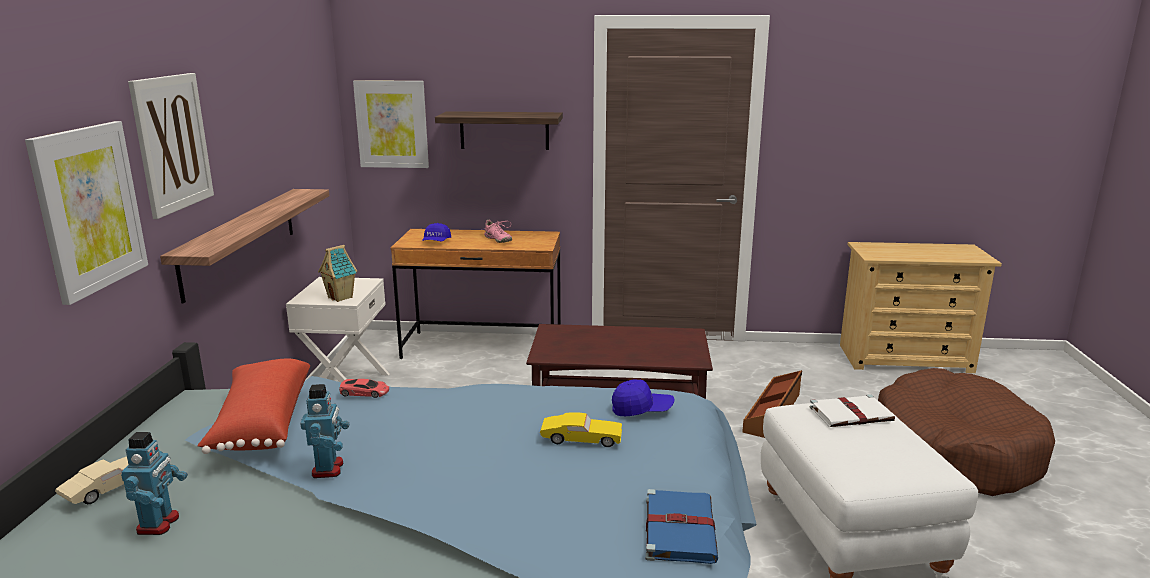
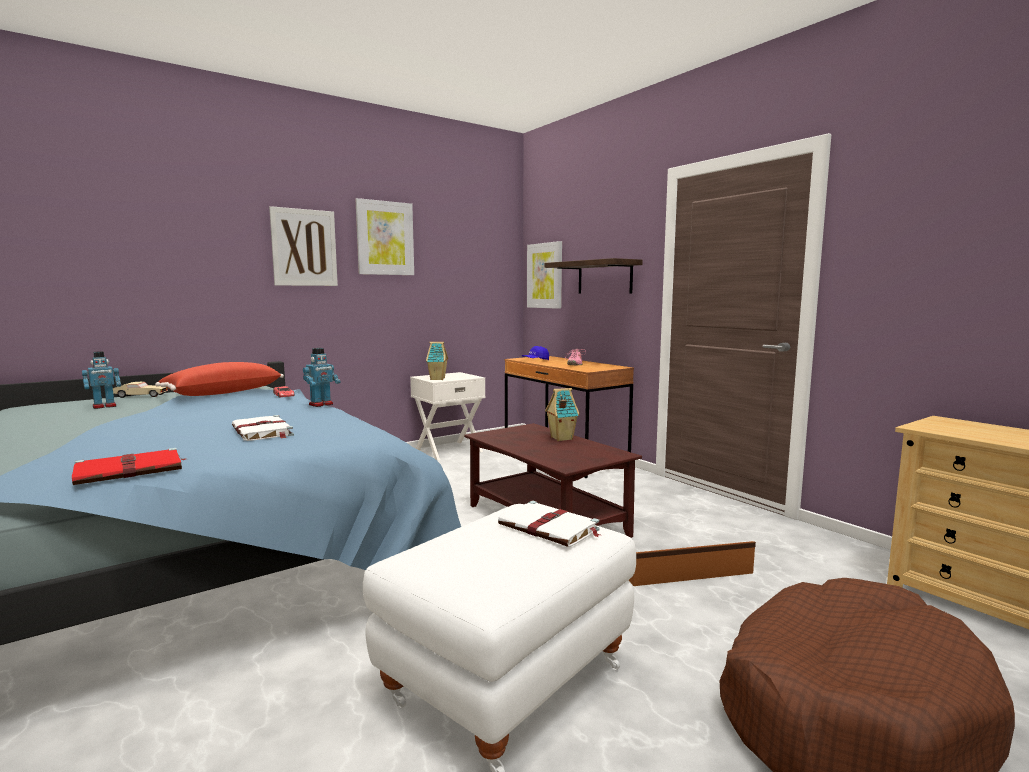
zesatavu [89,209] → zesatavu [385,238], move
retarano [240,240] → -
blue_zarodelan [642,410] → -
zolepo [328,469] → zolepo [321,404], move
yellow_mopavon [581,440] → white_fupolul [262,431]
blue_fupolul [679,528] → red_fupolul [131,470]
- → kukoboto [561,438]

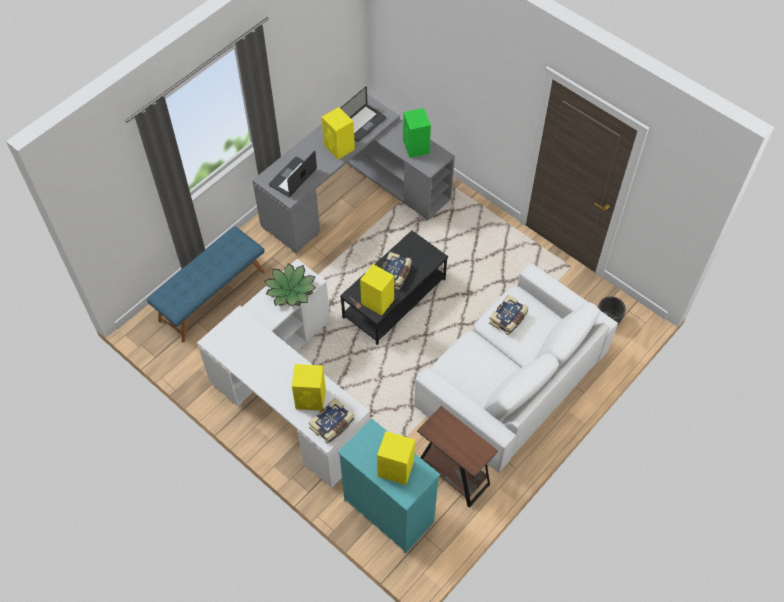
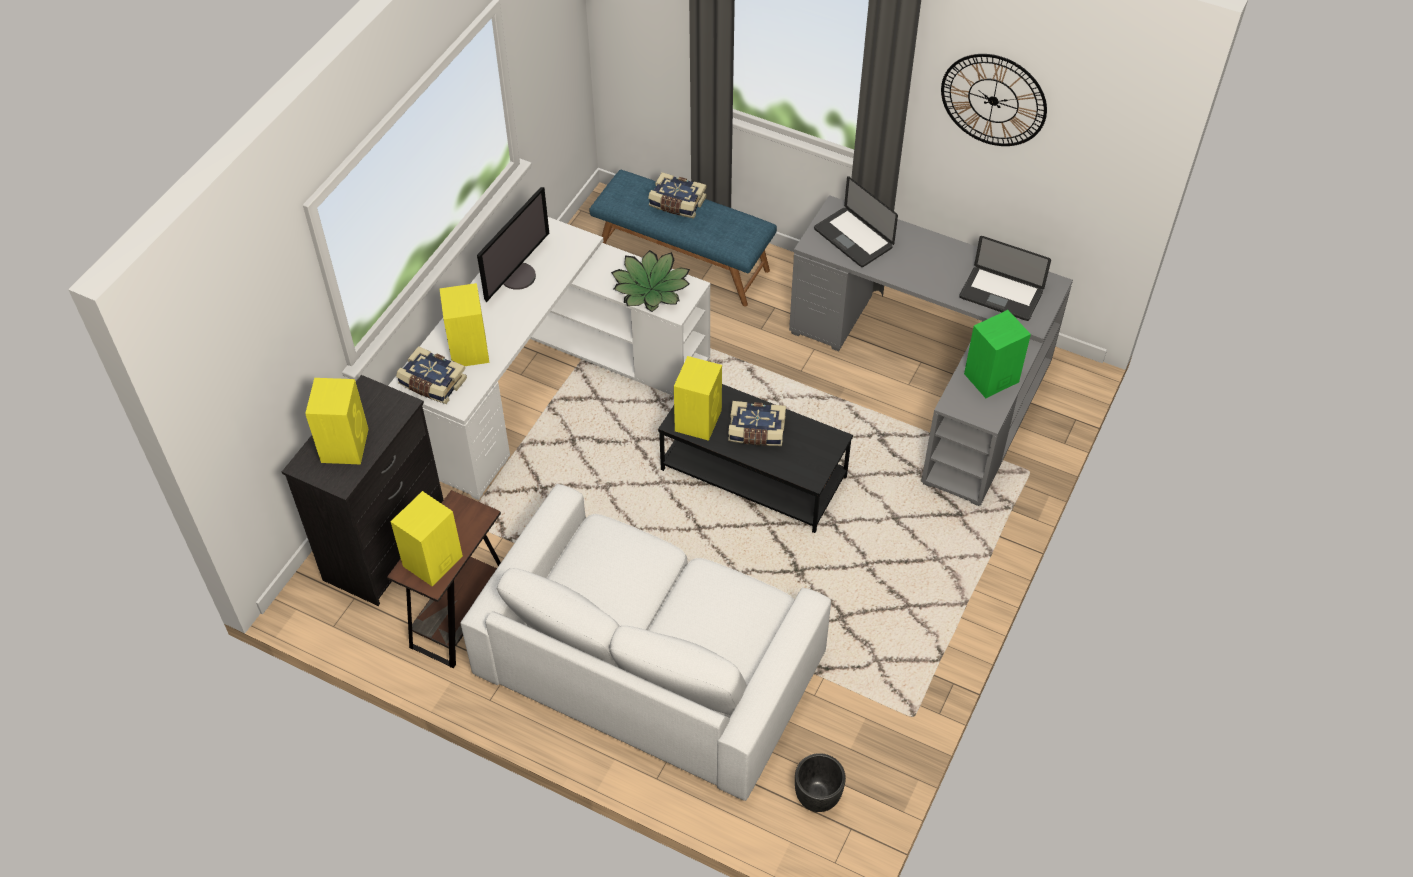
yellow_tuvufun [339,148] → yellow_tuvufun [431,562], move
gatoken [293,177] → gatoken [853,238], 150 degrees counterclockwise
fupolul [508,319] → fupolul [677,203], move
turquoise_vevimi [388,510] → black_vevimi [387,545]
- → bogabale [993,100]
- → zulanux [517,275]

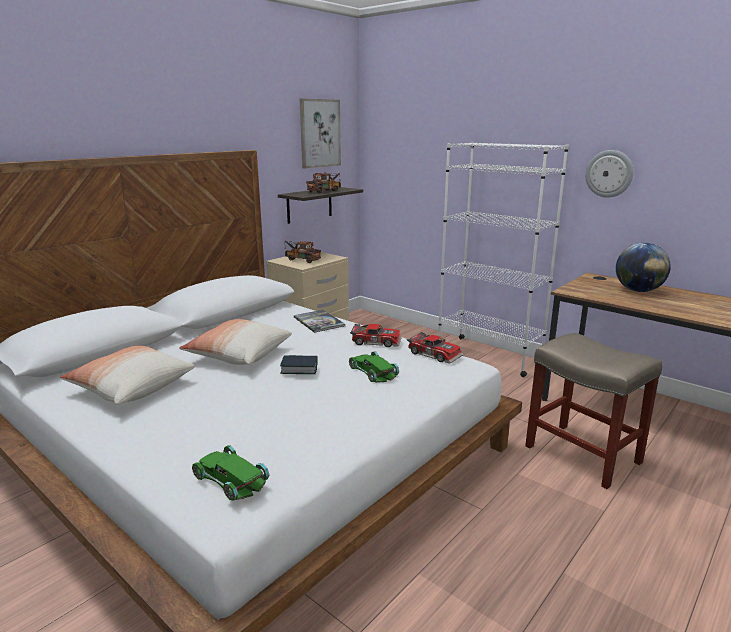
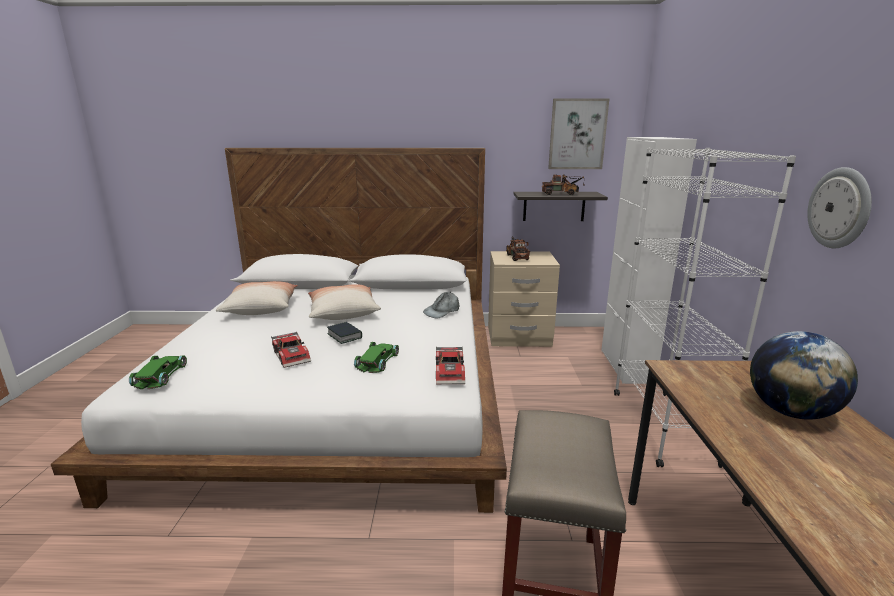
fupolul [319,322] → grey_zarodelan [442,311]
mopavon [376,341] → mopavon [293,355], move
- → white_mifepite [626,366]

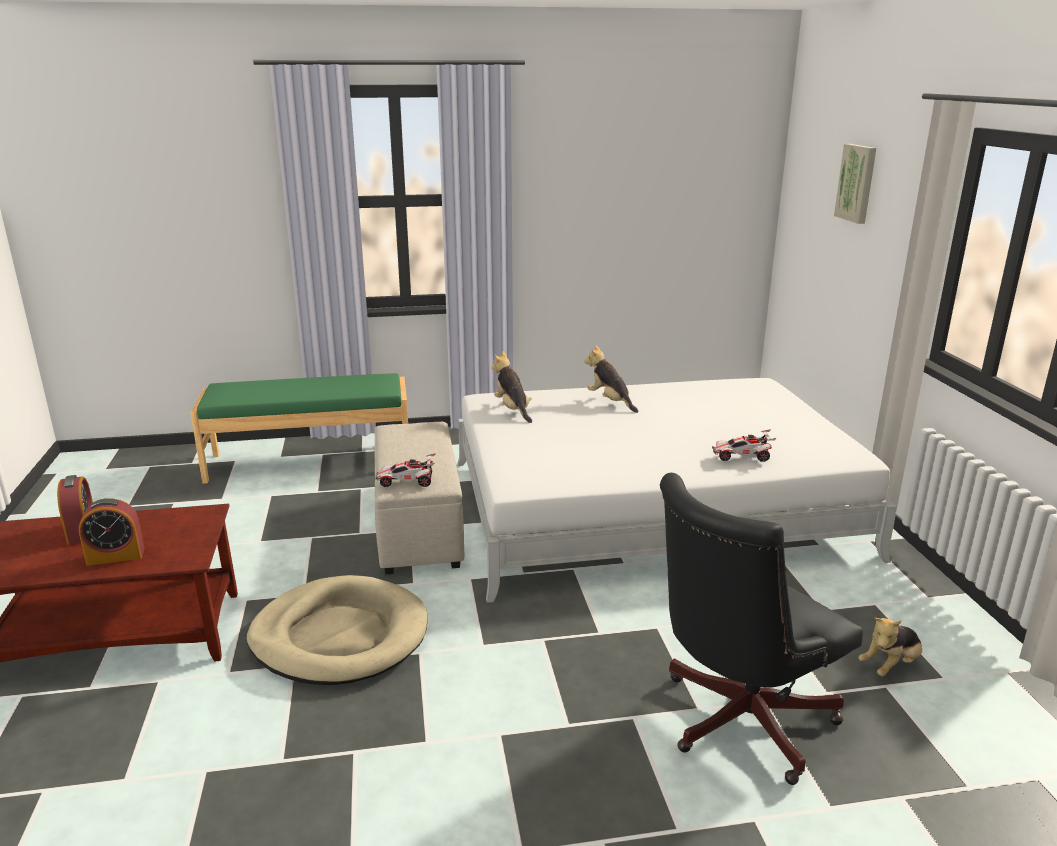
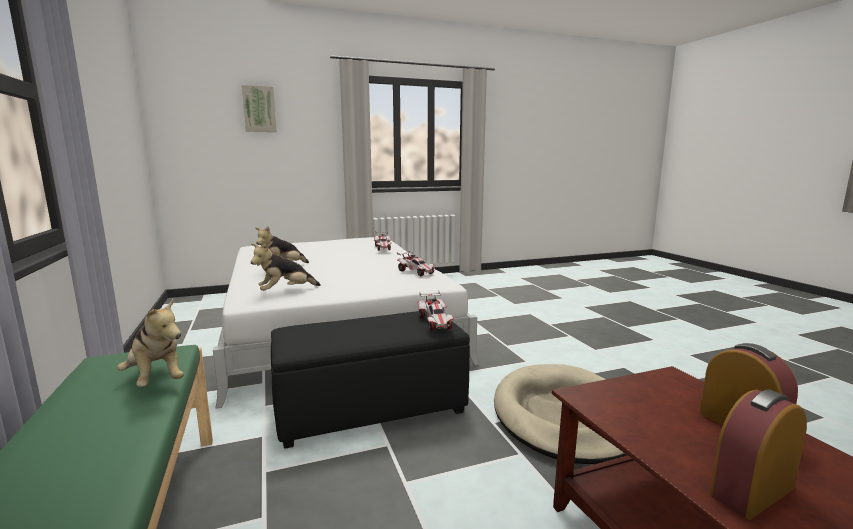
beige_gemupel [418,528] → black_gemupel [372,409]
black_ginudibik [737,722] → -
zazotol [890,665] → zazotol [156,379], move
- → mopavon [416,272]

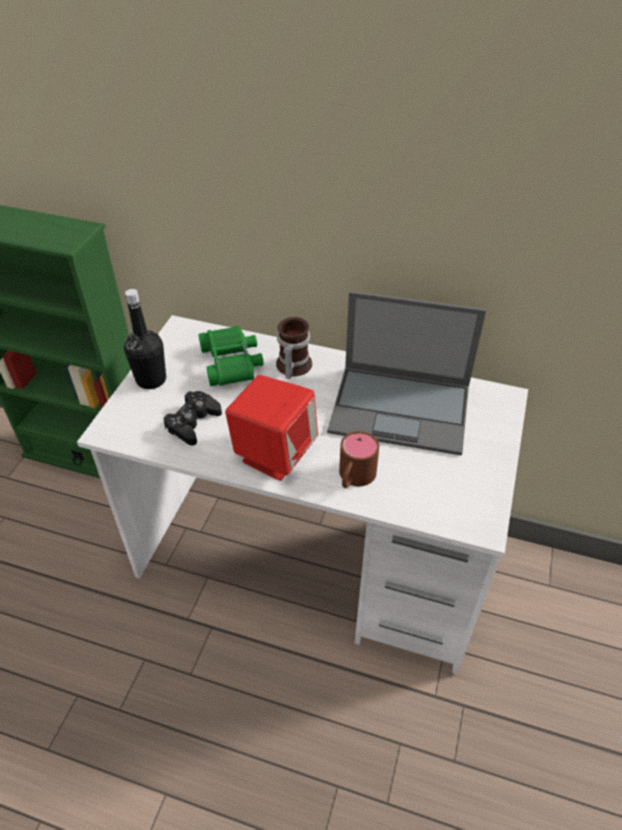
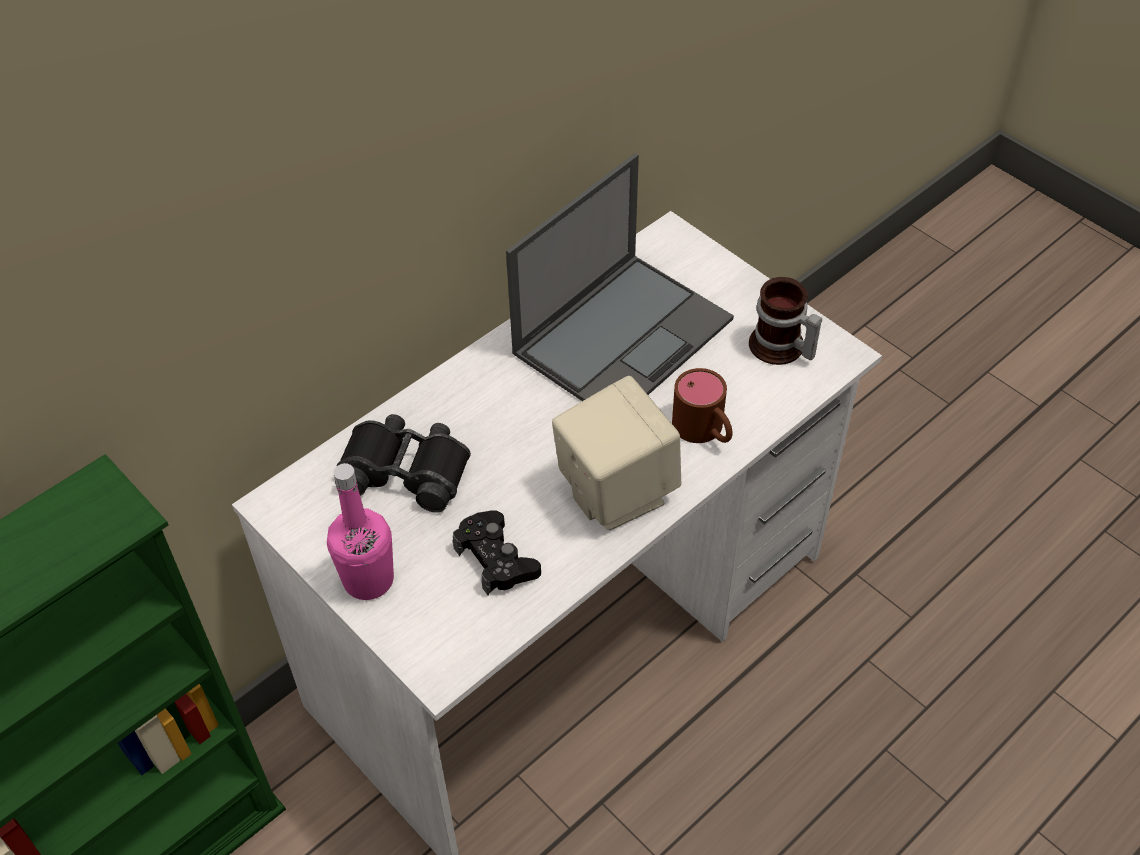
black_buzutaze [151,380] → pink_buzutaze [368,580]
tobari [291,366] → tobari [779,349], move
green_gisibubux [232,363] → black_gisibubux [406,470]
red_tuvufun [274,454] → beige_tuvufun [615,492]

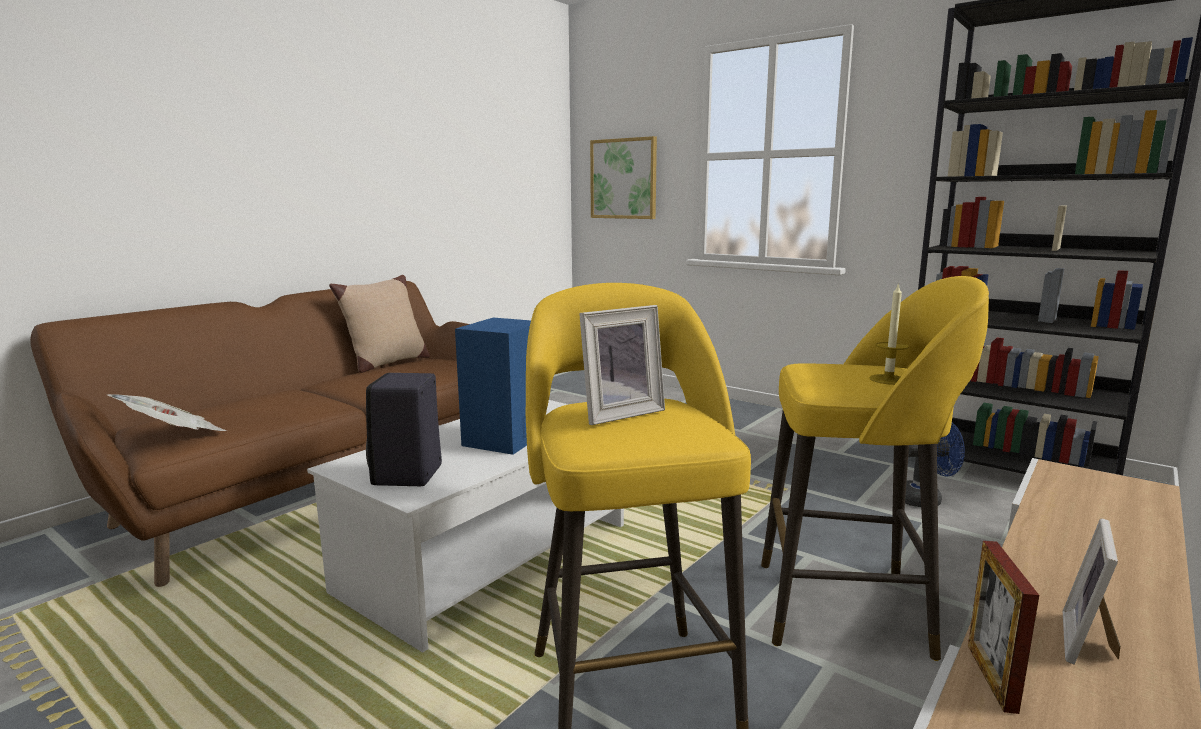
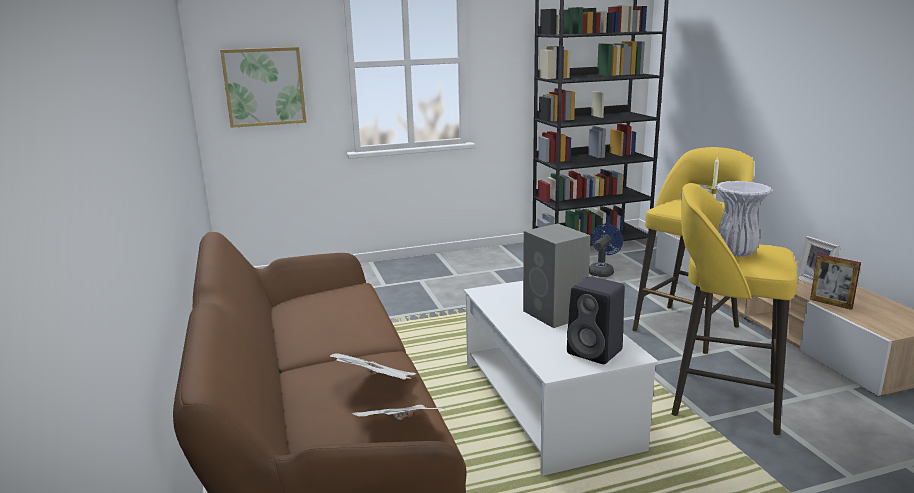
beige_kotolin [386,363] → -
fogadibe [618,413] → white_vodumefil [734,252]
blue_tuvufun [503,440] → grey_tuvufun [555,314]
- → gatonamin [377,386]

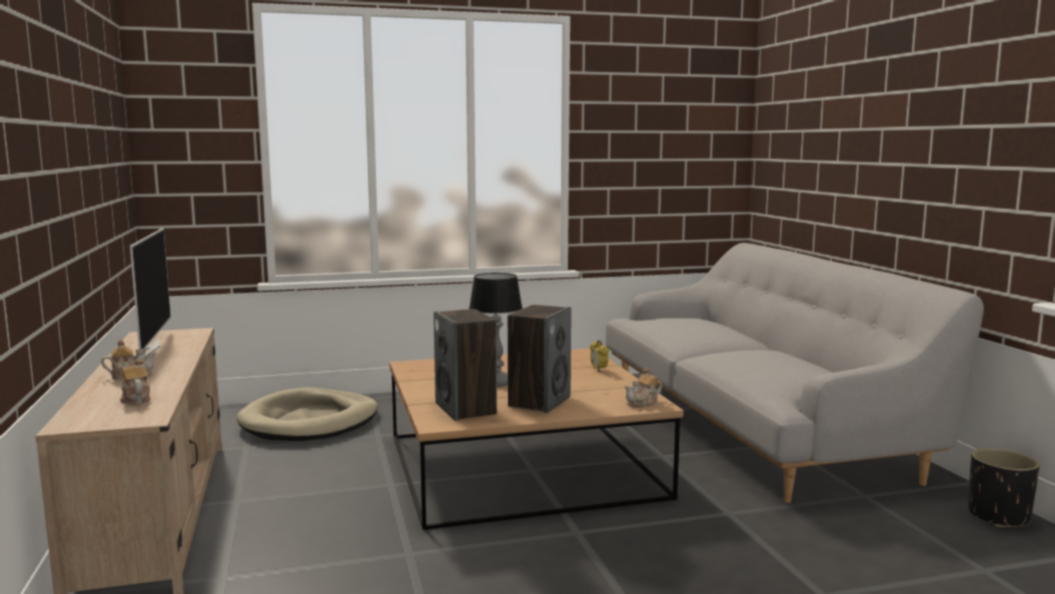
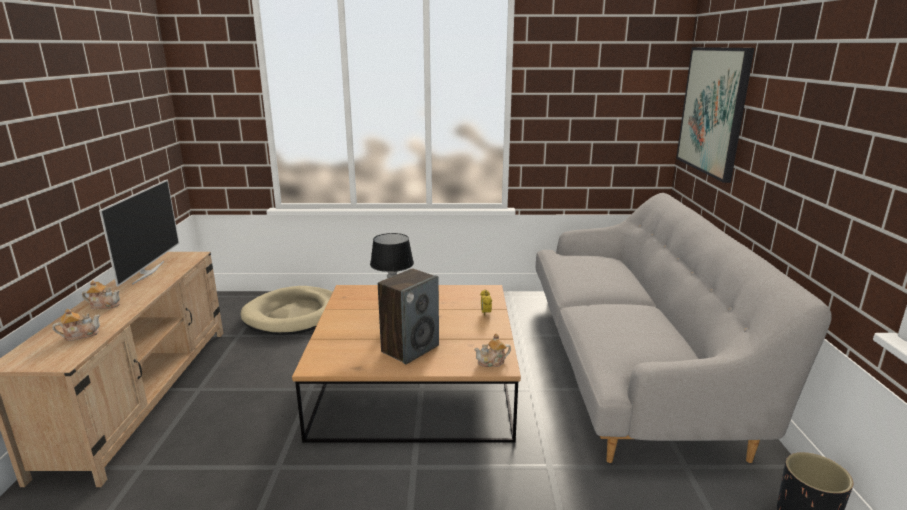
tuvufun [466,409] → -
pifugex [135,399] → pifugex [80,335], 75 degrees clockwise
- → zesatavu [713,110]

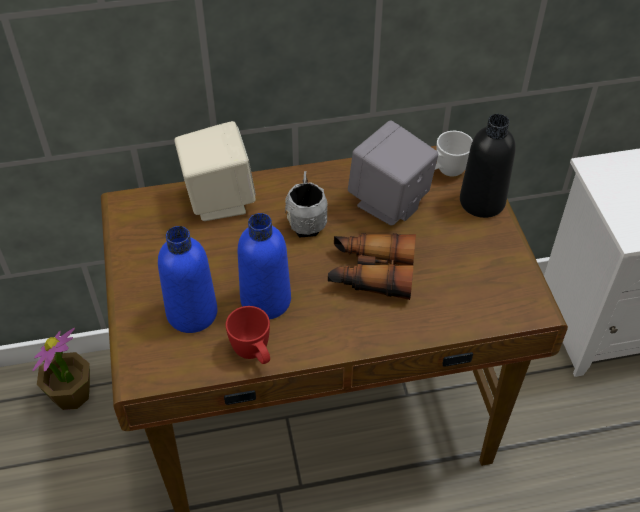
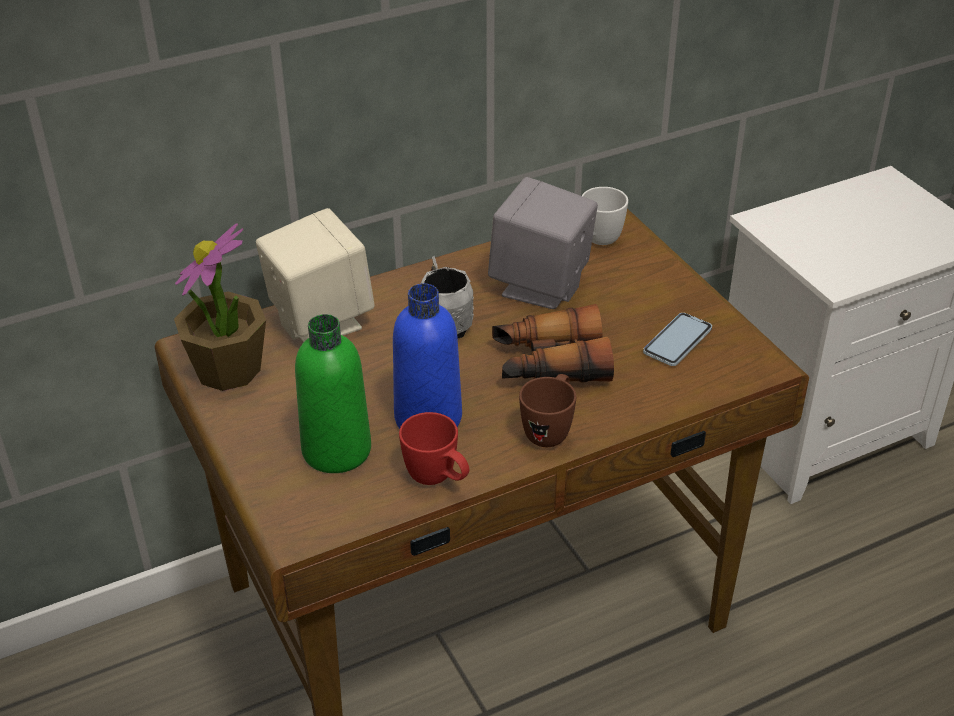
black_buzutaze [482,202] → -
blue_buzutaze [192,313] → green_buzutaze [336,450]
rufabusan [71,394] → rufabusan [228,370], move
- → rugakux [677,341]
- → brown_tobari [550,430]

